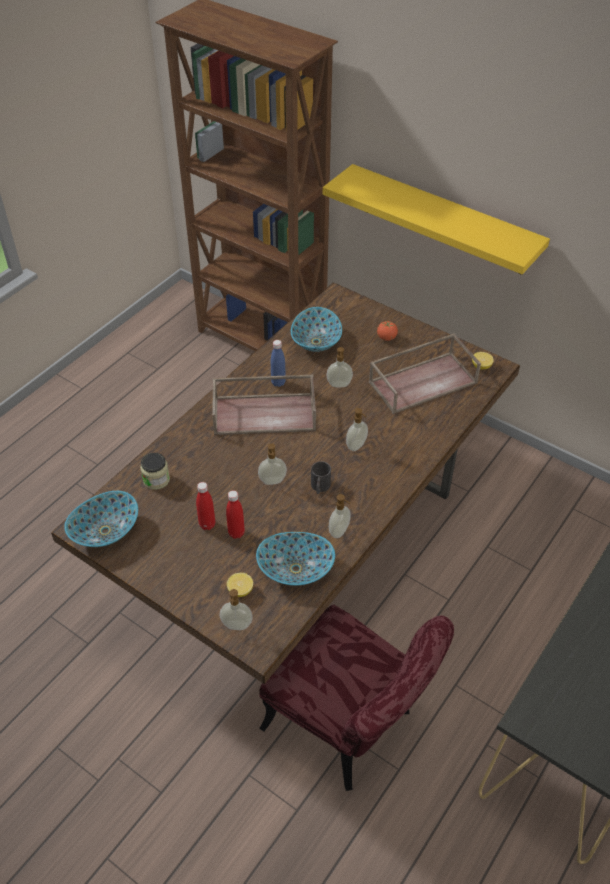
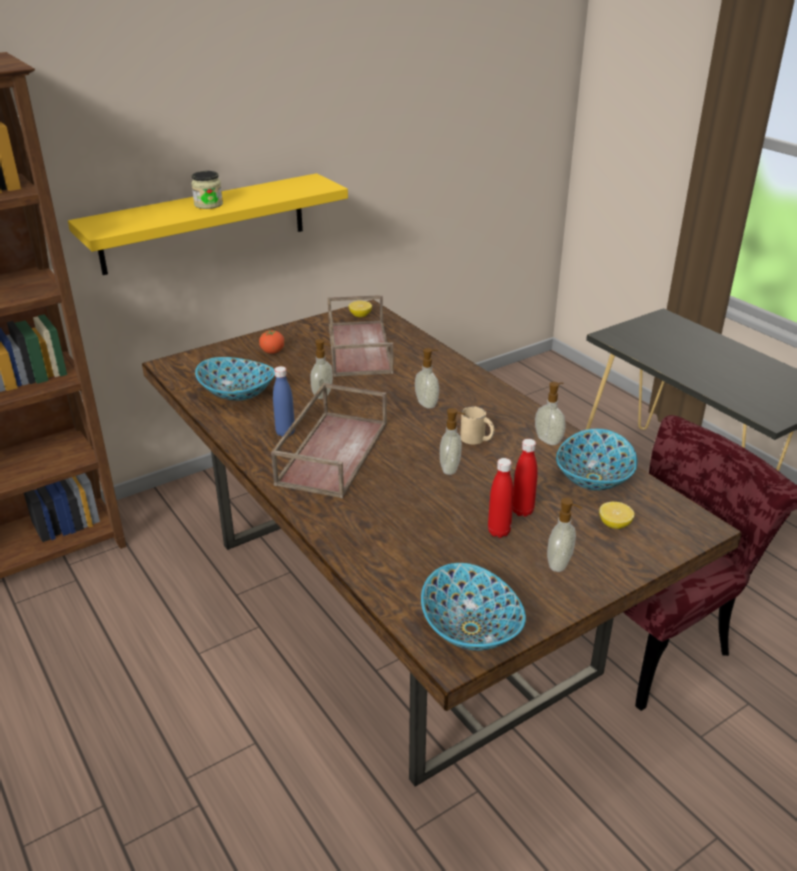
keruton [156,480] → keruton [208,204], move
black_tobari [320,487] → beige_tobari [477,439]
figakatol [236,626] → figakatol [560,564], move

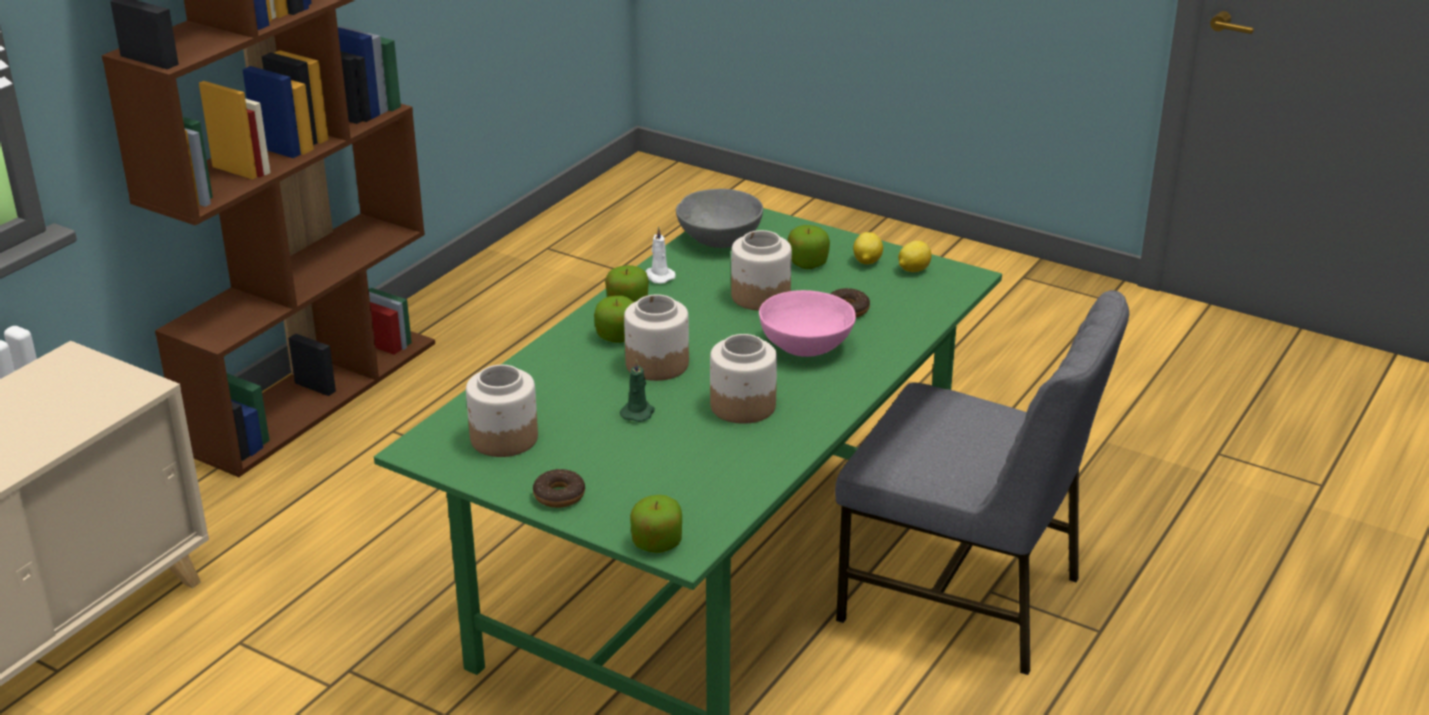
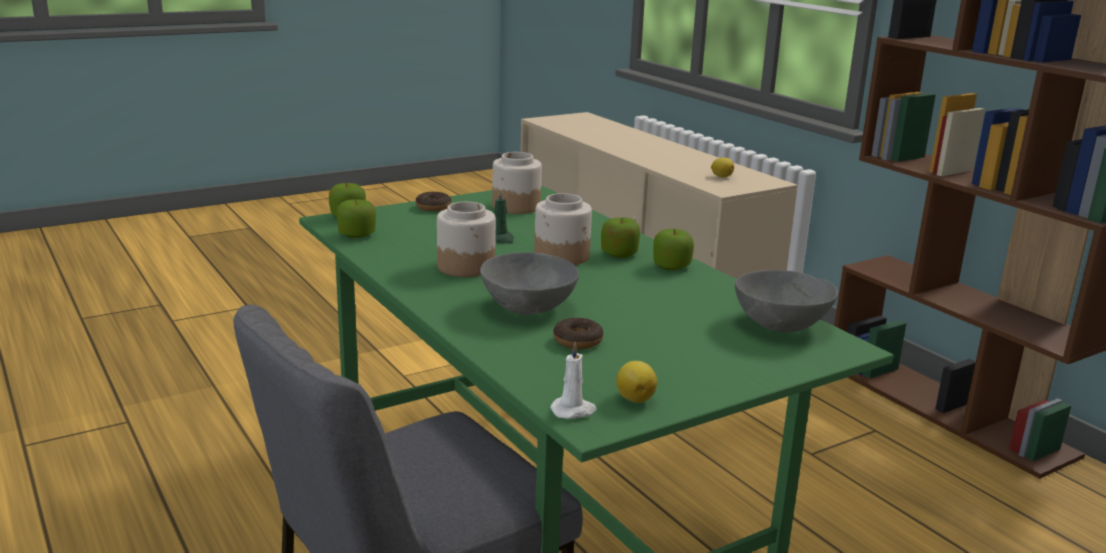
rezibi [807,263] → rezibi [357,235], move
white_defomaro [658,276] → white_defomaro [573,411], move
keruton [760,296] → -
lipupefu [866,262] → lipupefu [721,176], move
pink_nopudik [806,346] → grey_nopudik [528,307]

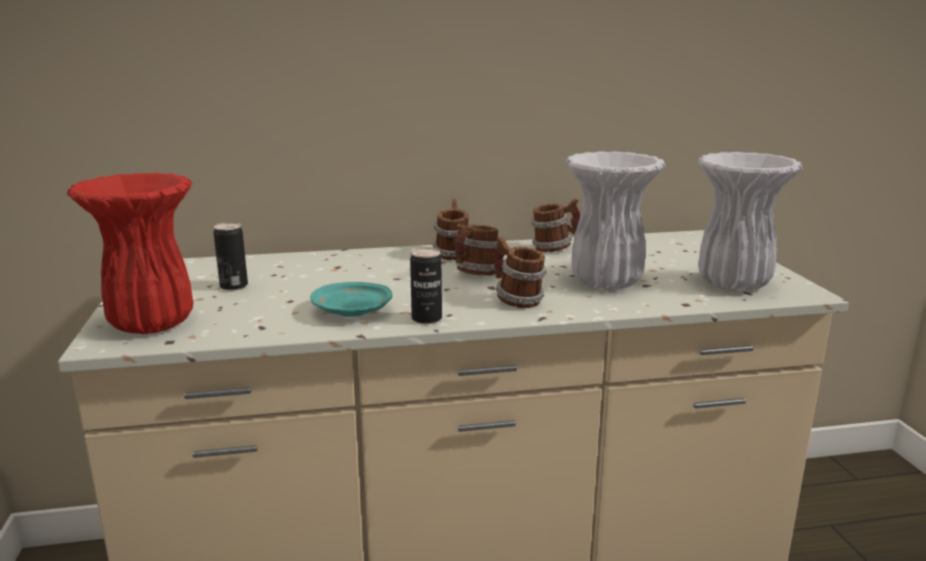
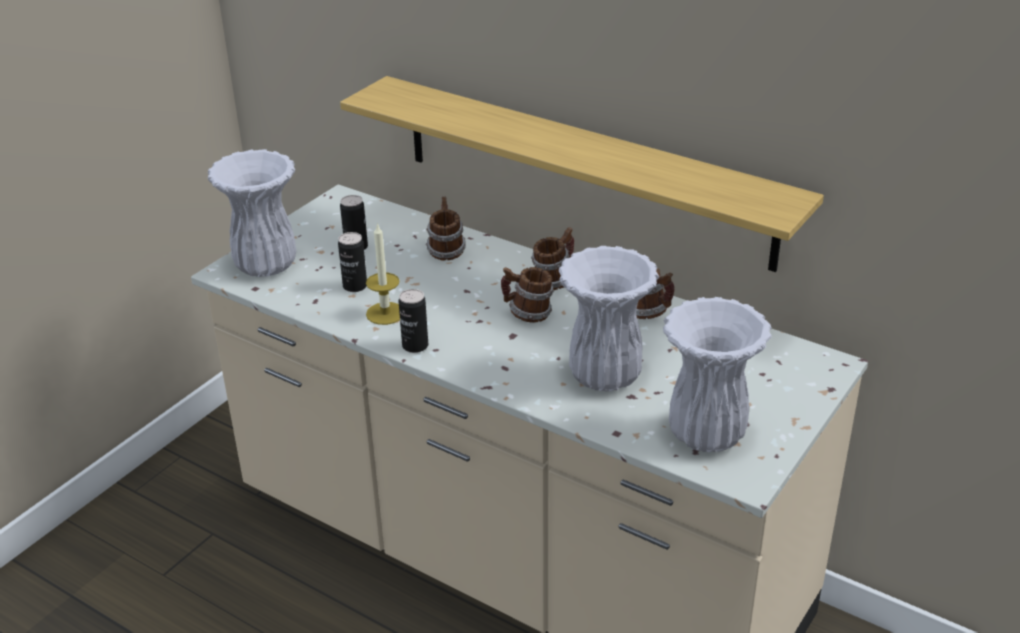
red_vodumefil [150,324] → white_vodumefil [265,265]
tobari [516,301] → tobari [445,250], move
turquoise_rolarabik [353,311] → defomaro [385,313]
- → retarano [583,170]
- → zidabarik [355,286]

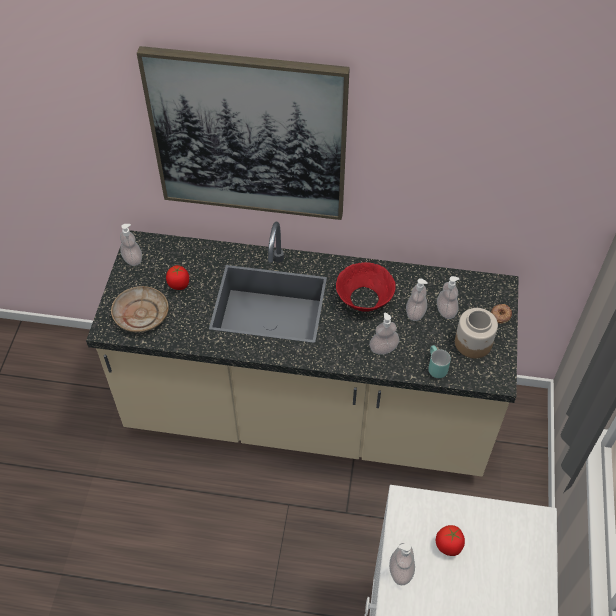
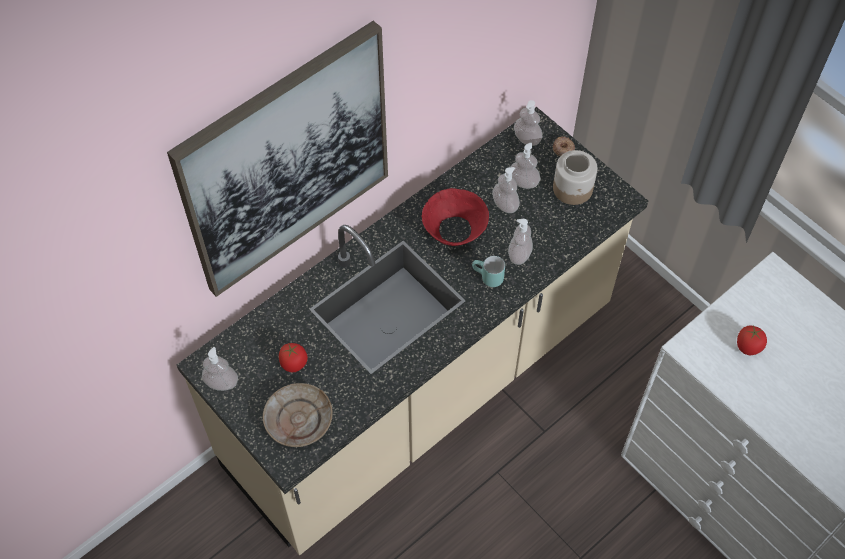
turquoise_tobari [434,367] → turquoise_tobari [487,278], move
figakatol [401,570] → figakatol [527,139], move

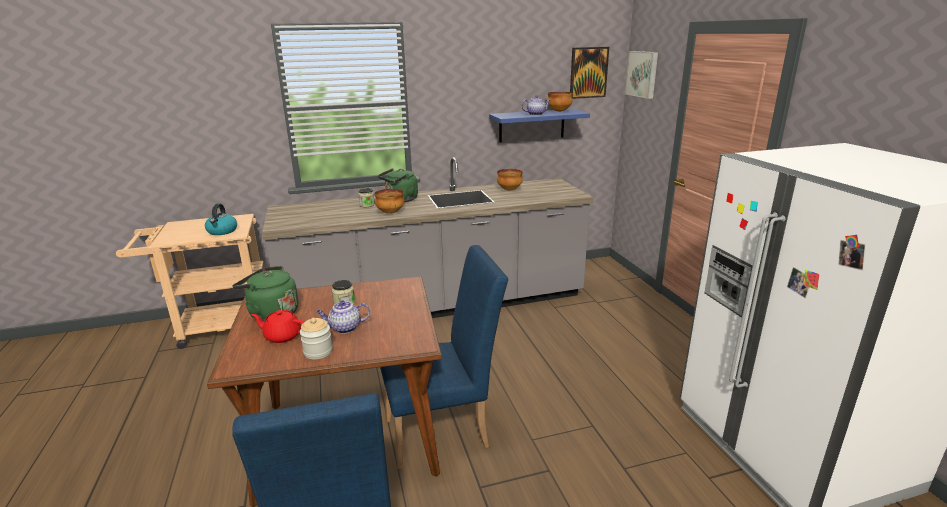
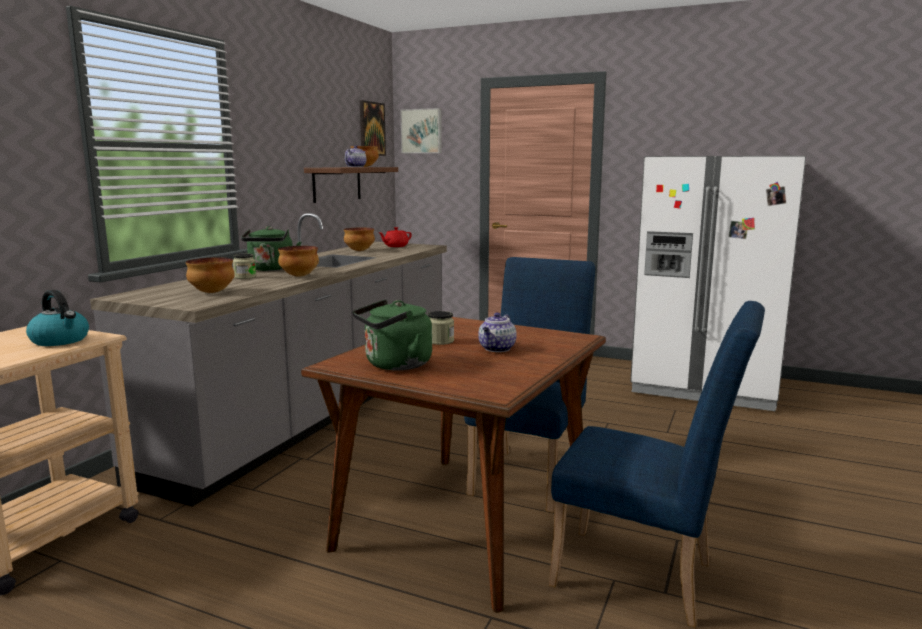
blue_retarano [532,125] → brown_retarano [337,184]
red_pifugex [282,336] → red_pifugex [395,246], move
keruton [318,352] → -
- → nopudik [211,292]

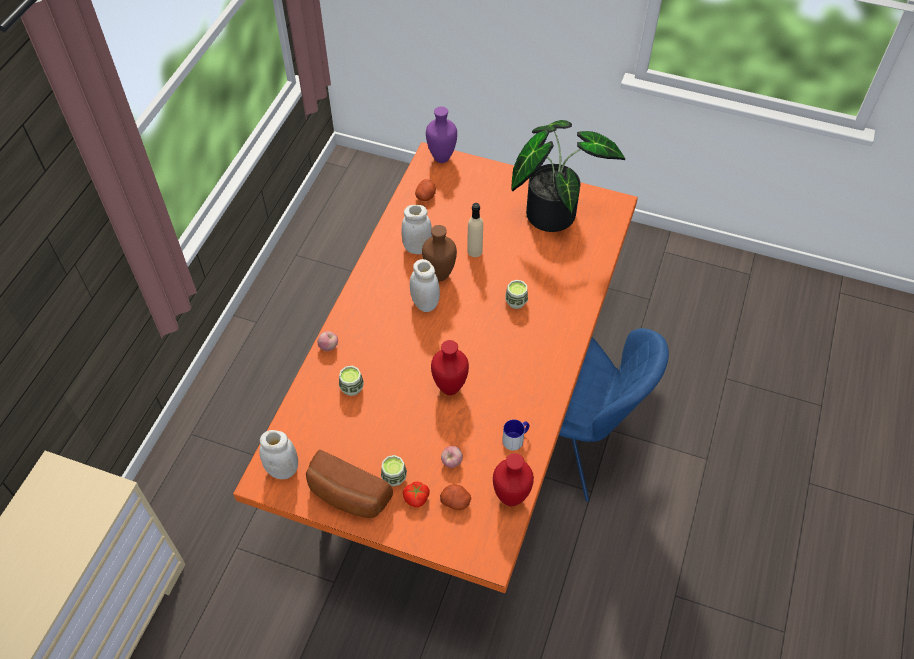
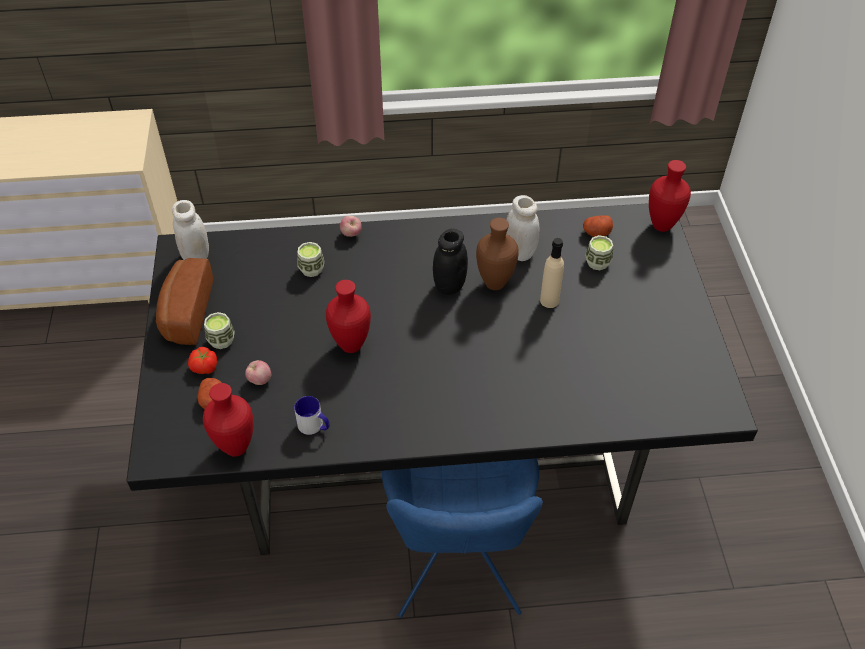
purple_vodumefil [442,159] → red_vodumefil [661,226]
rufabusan [553,210] → -
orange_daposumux [456,424] → black_daposumux [431,449]
white_keruton [425,303] → black_keruton [449,285]
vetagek [516,301] → vetagek [597,262], move

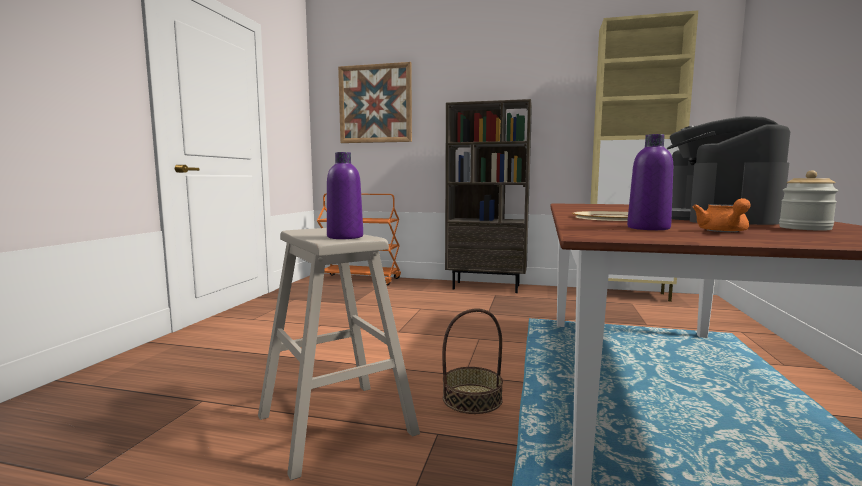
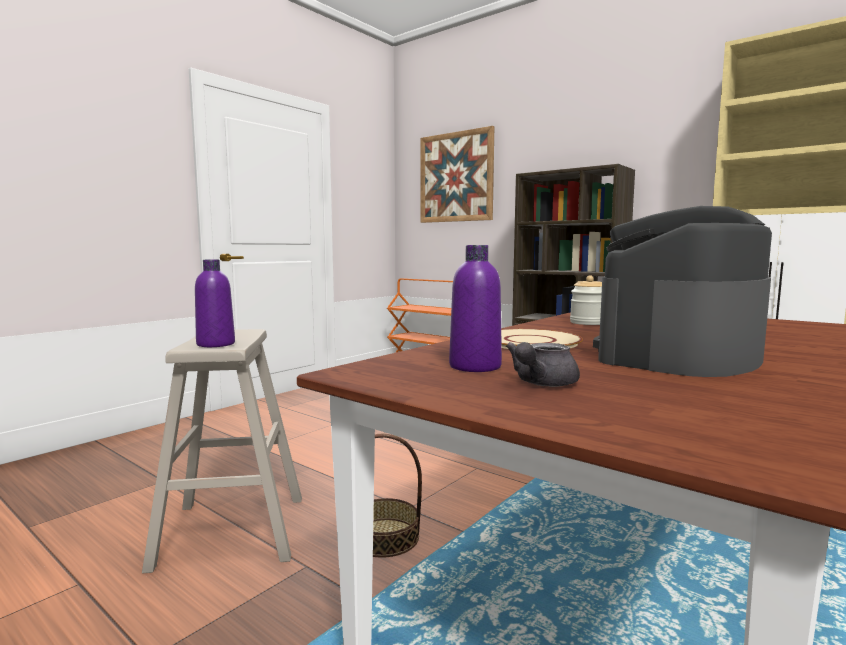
keruton [805,228] → keruton [587,323], move
orange_pifugex [723,231] → grey_pifugex [541,383]

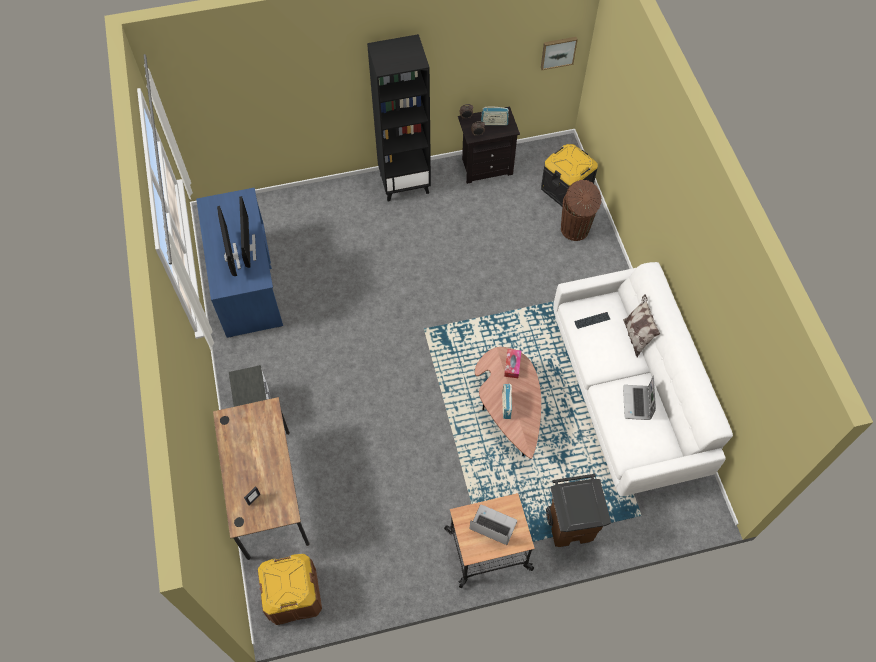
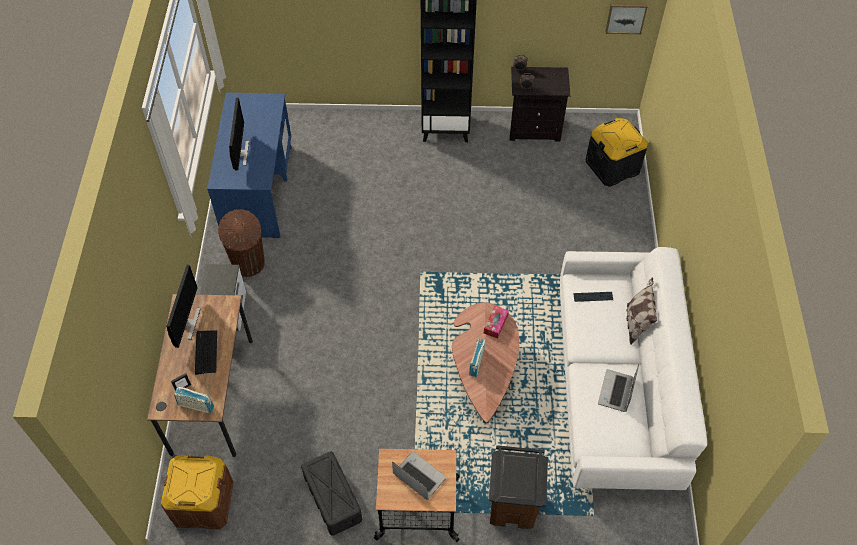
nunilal [494,122] → nunilal [196,406], move
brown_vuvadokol [575,230] → brown_vuvadokol [248,264], move
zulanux [248,248] → zulanux [188,323], move
- → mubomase [206,352]
- → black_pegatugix [332,498]

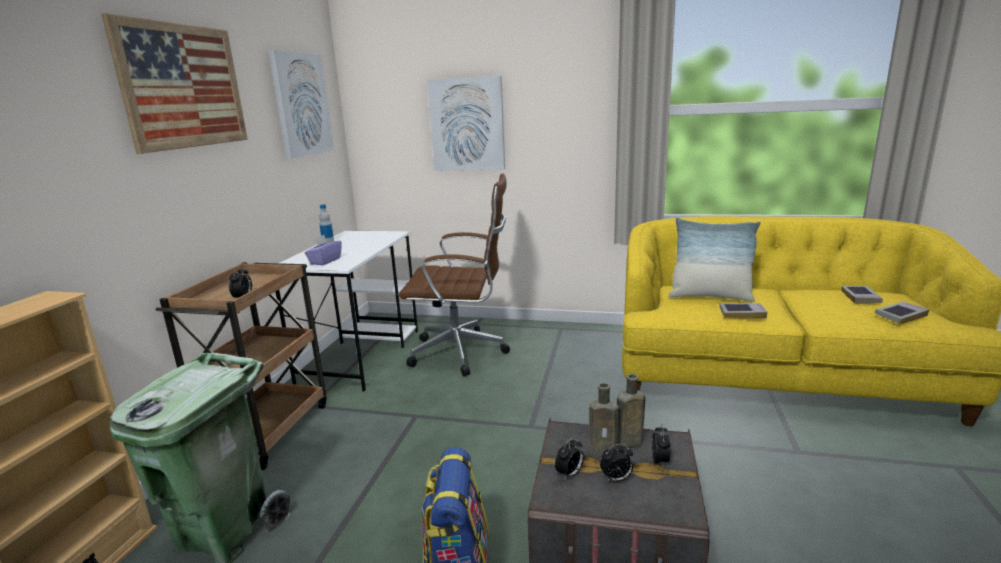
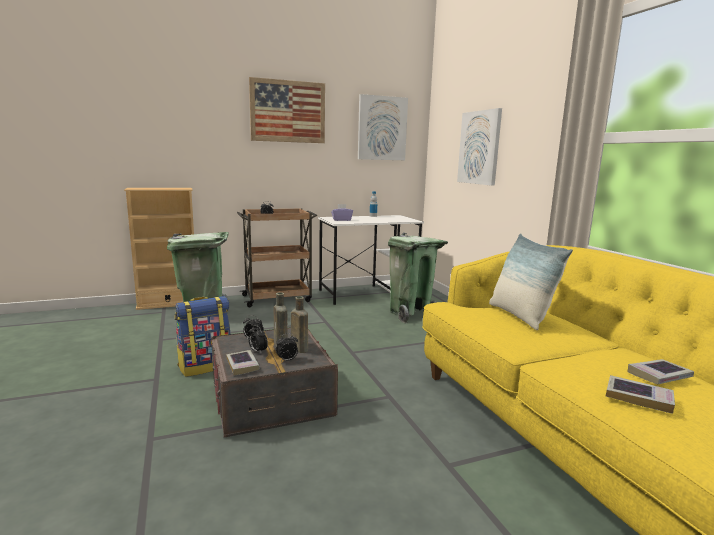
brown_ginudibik [463,353] → green_vuvadokol [410,314]
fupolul [742,313] → fupolul [242,365], move

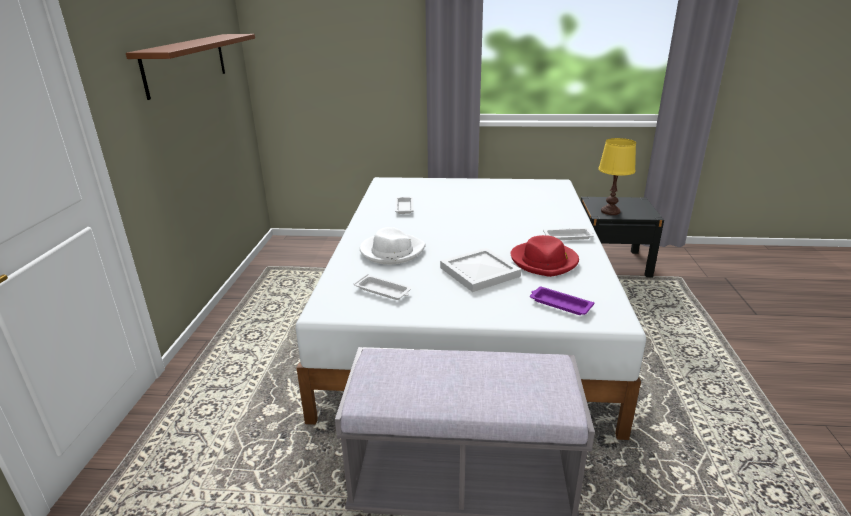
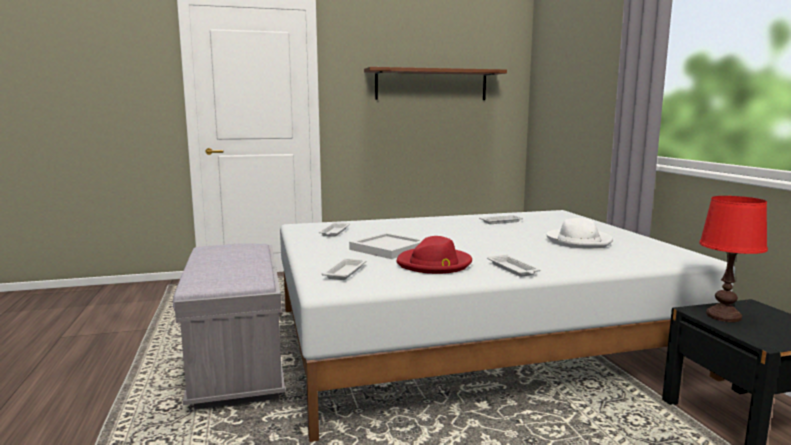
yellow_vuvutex [610,211] → red_vuvutex [724,316]
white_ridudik [392,251] → white_ridudik [579,241], move
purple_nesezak [559,304] → white_nesezak [345,272]

